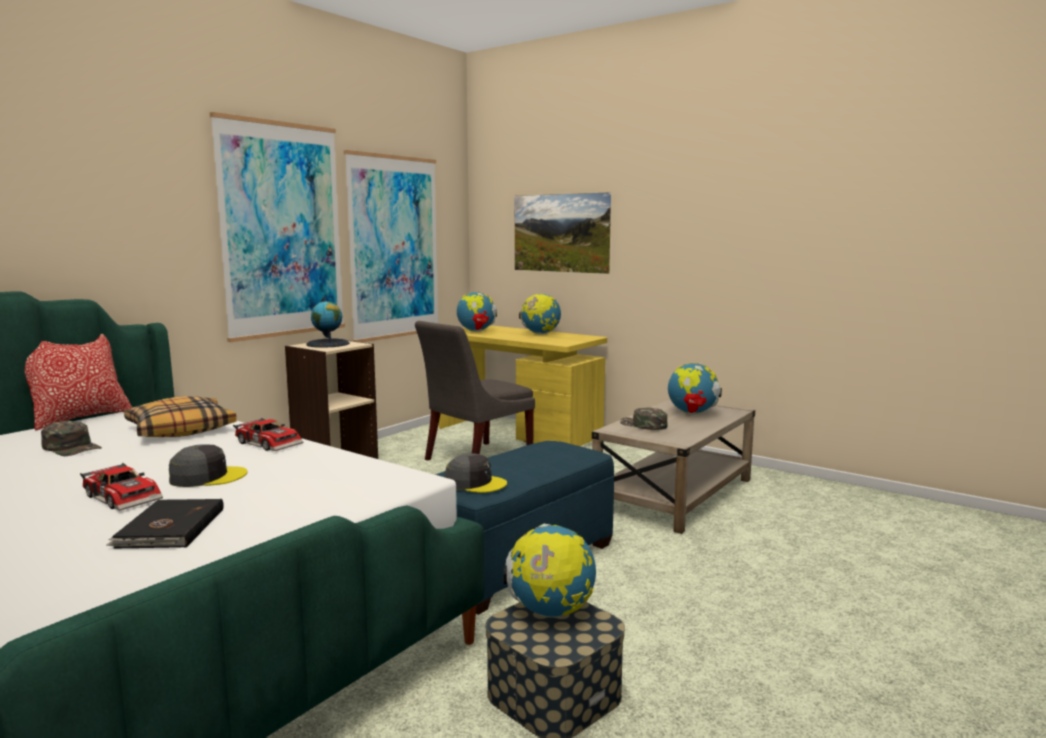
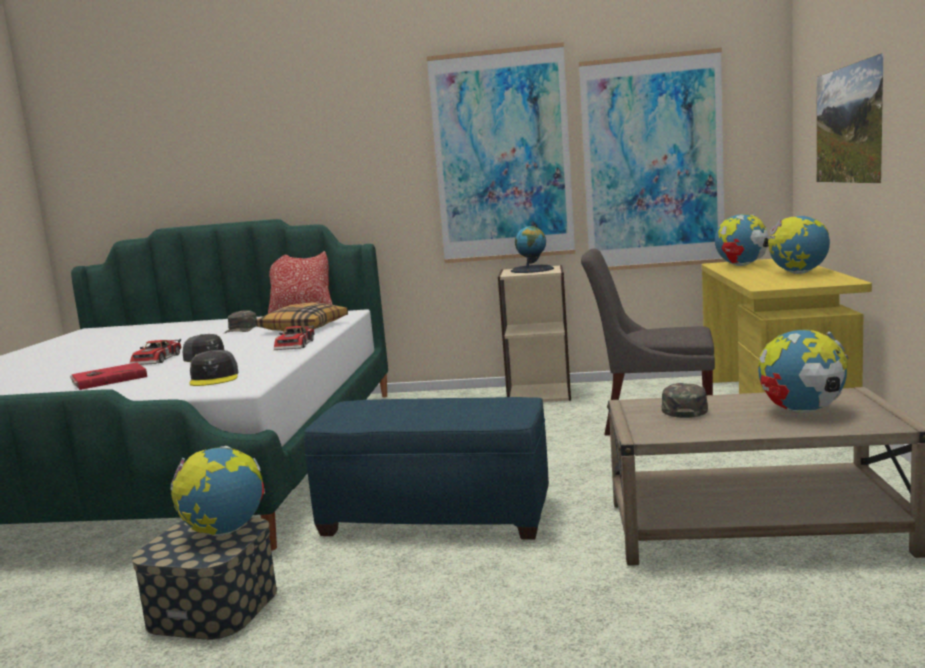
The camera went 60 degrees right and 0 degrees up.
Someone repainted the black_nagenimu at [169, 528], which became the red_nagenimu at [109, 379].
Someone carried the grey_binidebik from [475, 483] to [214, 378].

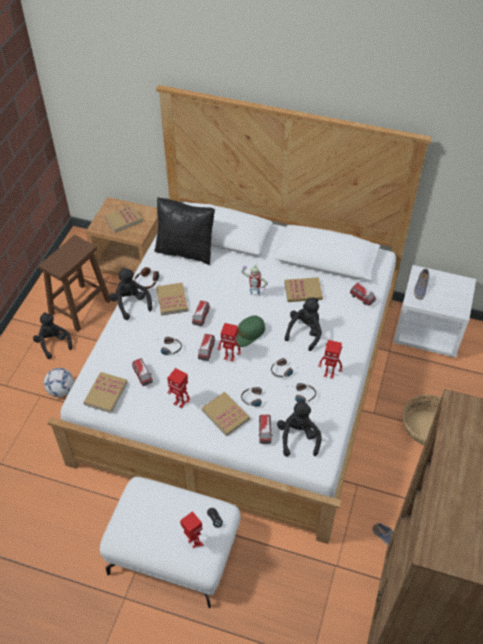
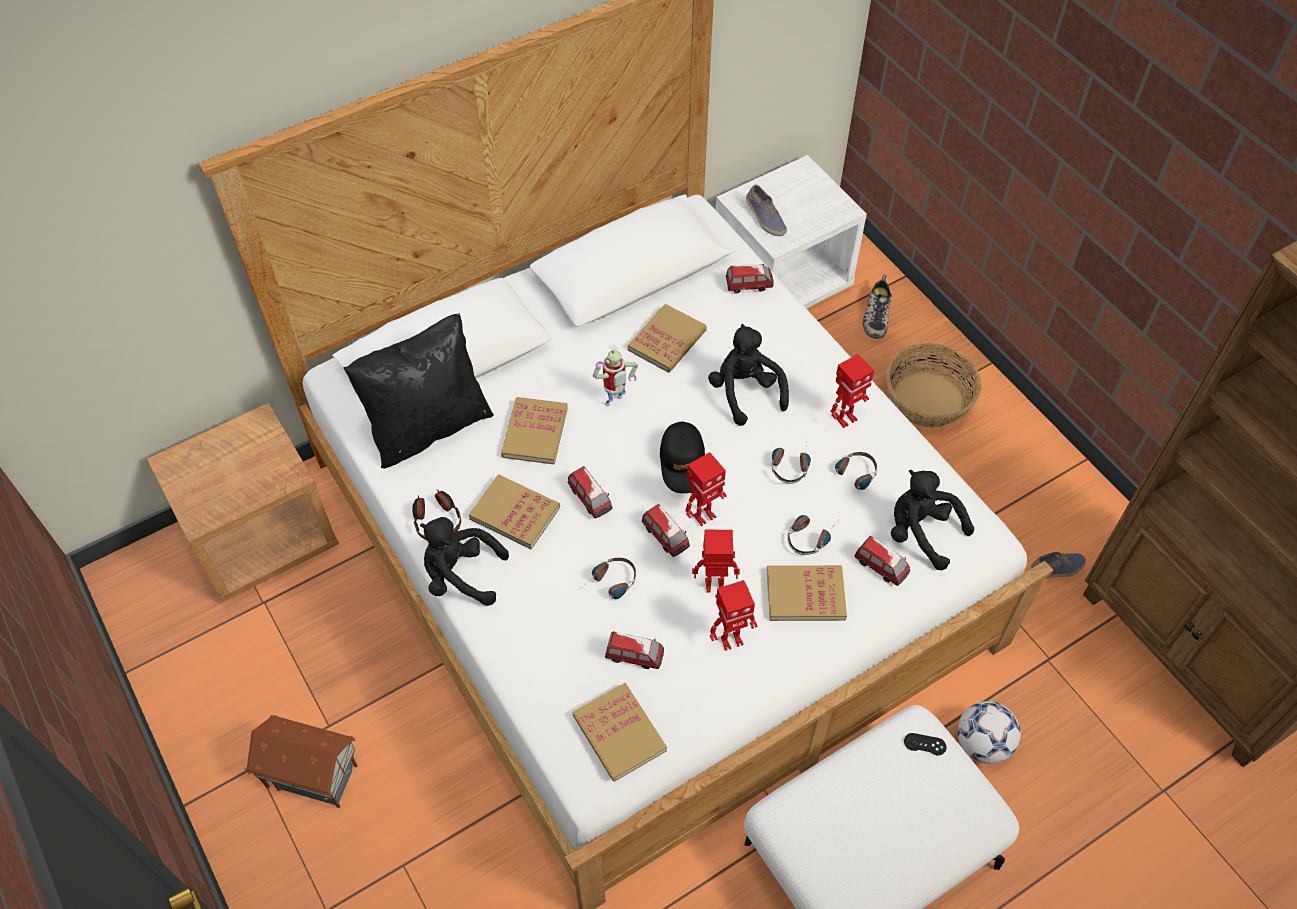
The camera went 50 degrees left and 5 degrees up.
Someone swapped the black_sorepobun at [53, 343] for the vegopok at [312, 772].
Someone took away the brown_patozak at [80, 306].
Someone carried the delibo from [61, 390] to [982, 743].
Someone carried the nagenimu from [123, 220] to [535, 432].
Someone carried the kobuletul from [193, 542] to [714, 586].
Someone repainted the green_binidebik at [247, 334], which became the black_binidebik at [682, 462].
Someone put down the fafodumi at [875, 314].

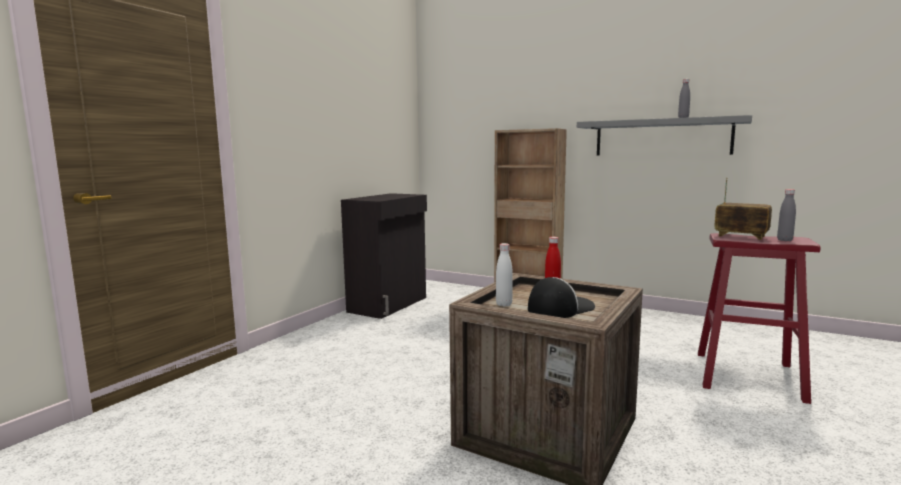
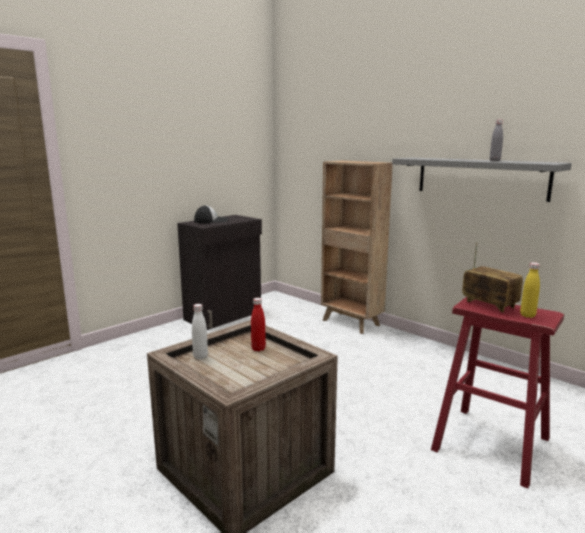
The camera went 15 degrees right and 5 degrees up.
Someone carried the binidebik from [560, 308] to [211, 221].
Someone repainted the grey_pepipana at [784, 240], which became the yellow_pepipana at [527, 315].

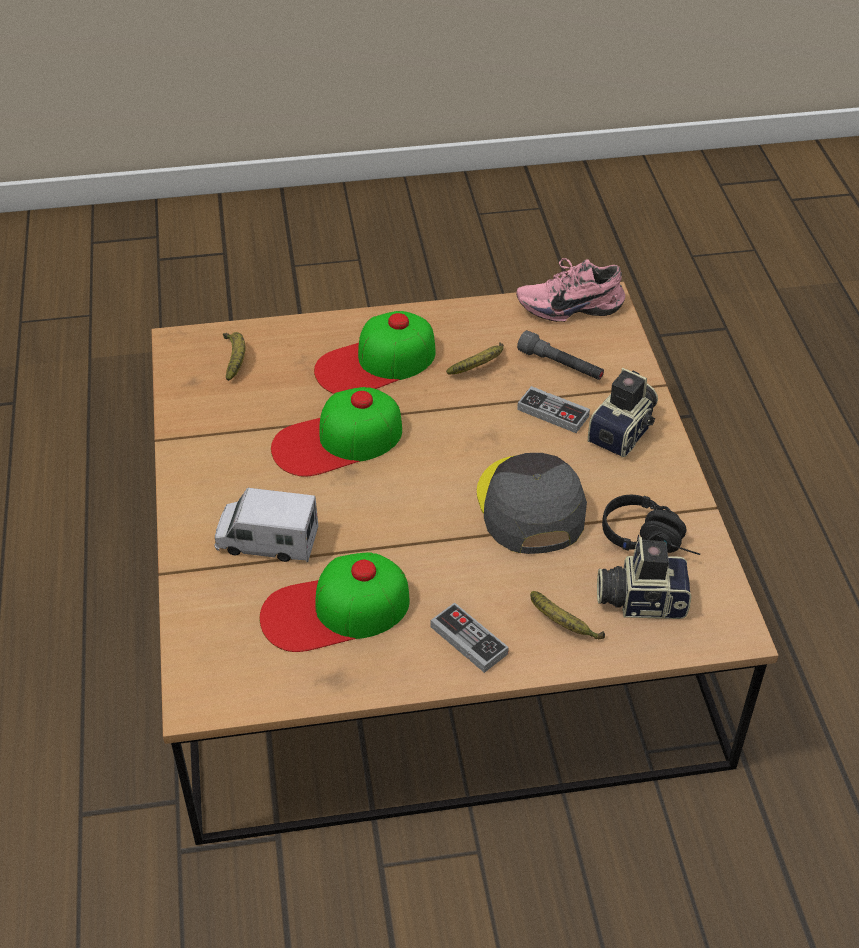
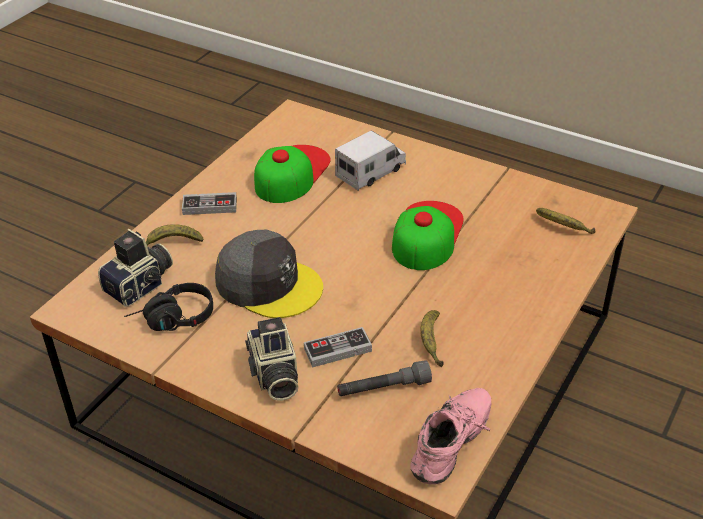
The camera went 130 degrees right and 5 degrees down.
Someone took away the binidebik at [376, 363].

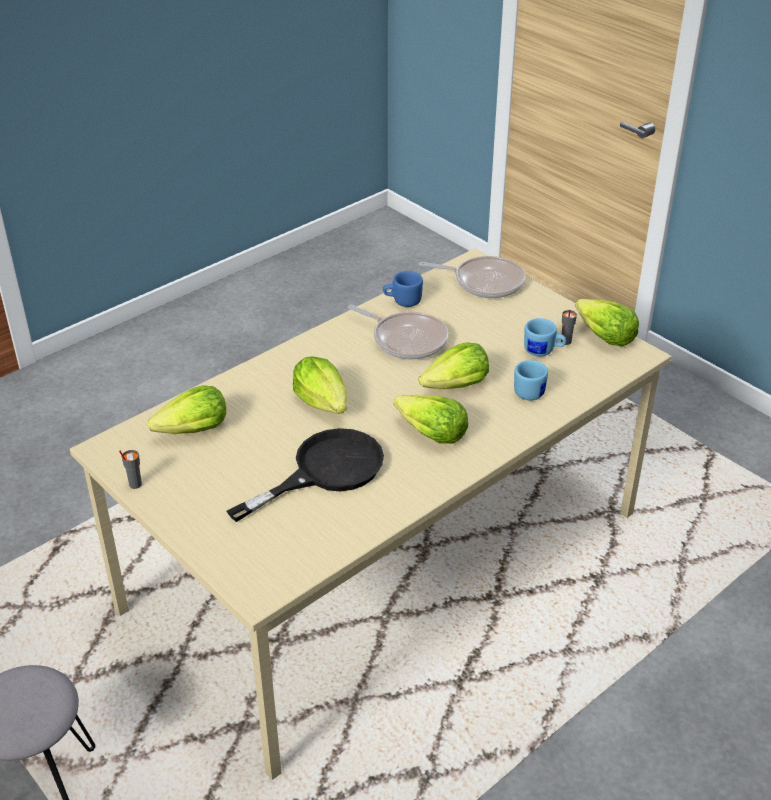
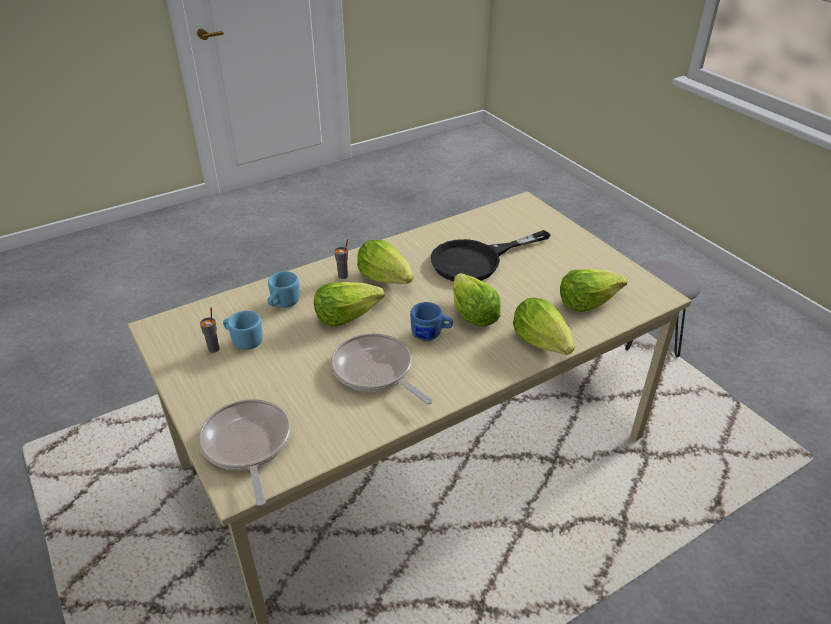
The camera went 170 degrees left and 0 degrees up.
Someone carried the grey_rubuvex from [135, 484] to [343, 276].
Someone carried the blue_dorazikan from [402, 301] to [431, 334].
Someone rotated the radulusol at [484, 282] by 45 degrees clockwise.
Someone carried the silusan from [604, 336] to [542, 341].

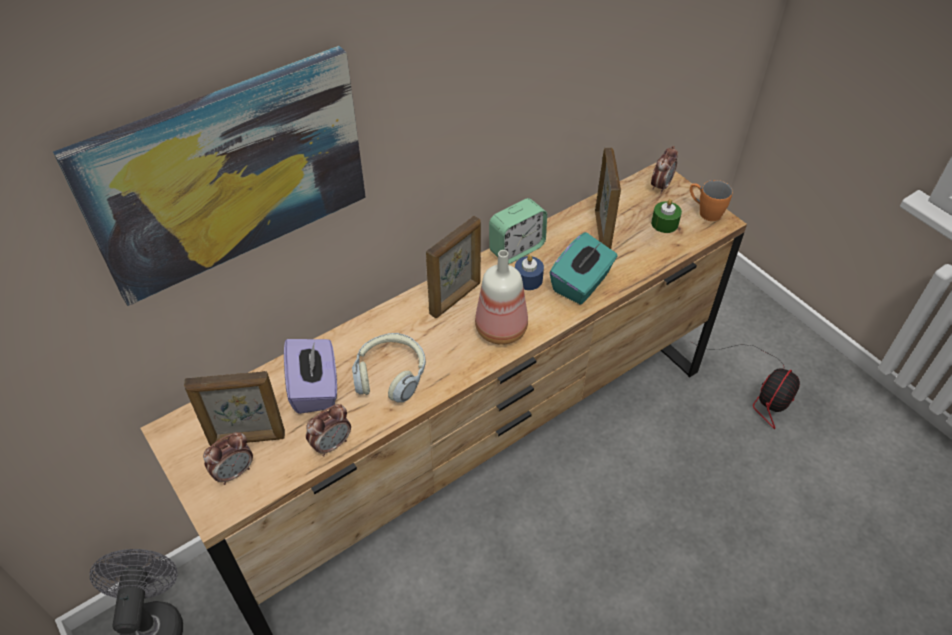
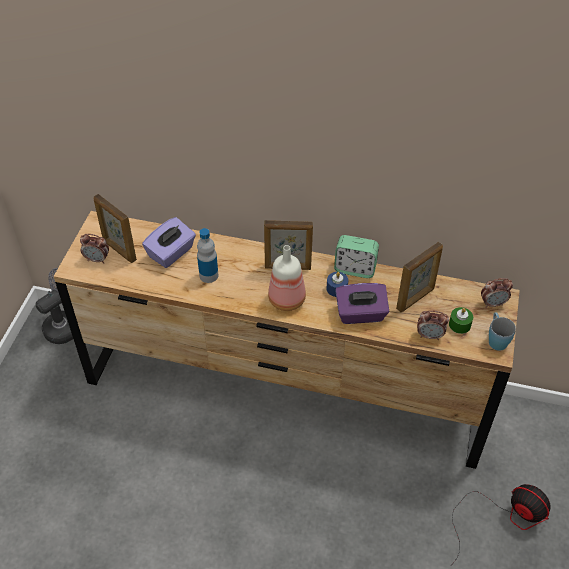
The camera went 50 degrees right and 0 degrees up.
Someone took away the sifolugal at [228, 174].
Someone carried the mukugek from [332, 444] to [430, 335].
Someone swapped the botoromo at [390, 374] for the pepipana at [208, 275].
Someone repainted the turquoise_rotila at [581, 283], which became the purple_rotila at [360, 314].
Someone repainted the orange_dorazikan at [704, 212], which became the blue_dorazikan at [496, 339].
Someone rotated the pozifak at [761, 389] by 135 degrees counterclockwise.

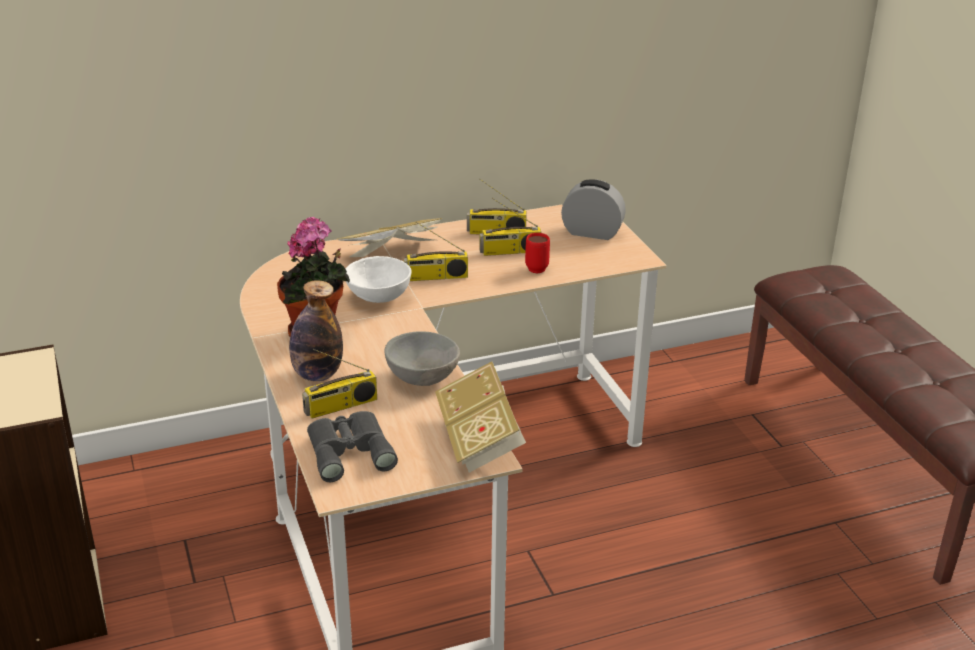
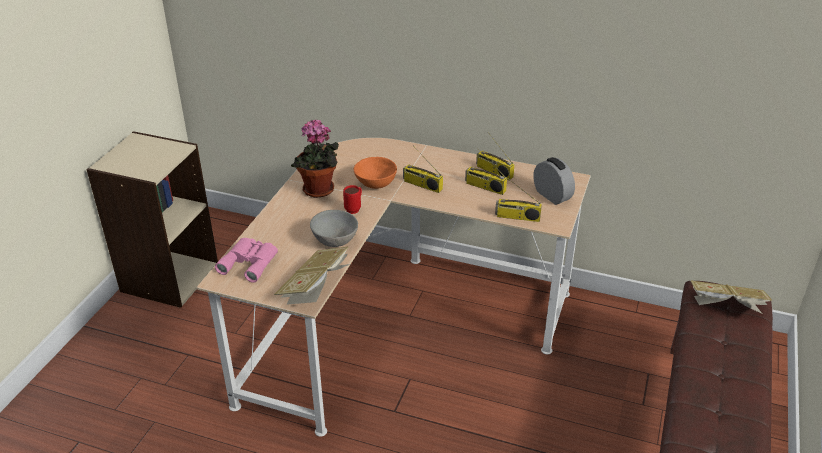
The camera went 40 degrees right and 5 degrees up.
Someone took away the pepipana at [317, 374].
Someone carried the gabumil from [340, 406] to [517, 217].
Someone repainted the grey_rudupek at [349, 450], which became the pink_rudupek at [250, 262].
Someone carried the nagenimu from [391, 256] to [725, 308].
Someone repainted the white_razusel at [378, 298], which became the orange_razusel at [375, 184].
Someone carried the red_dorazikan from [536, 267] to [354, 209].

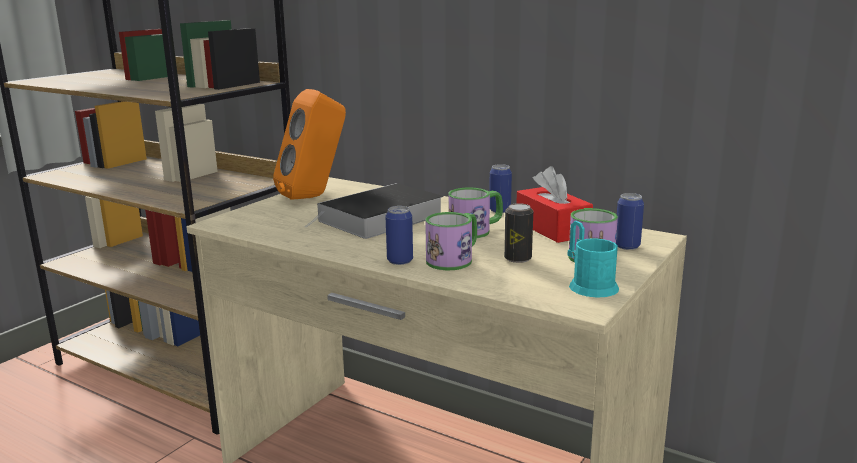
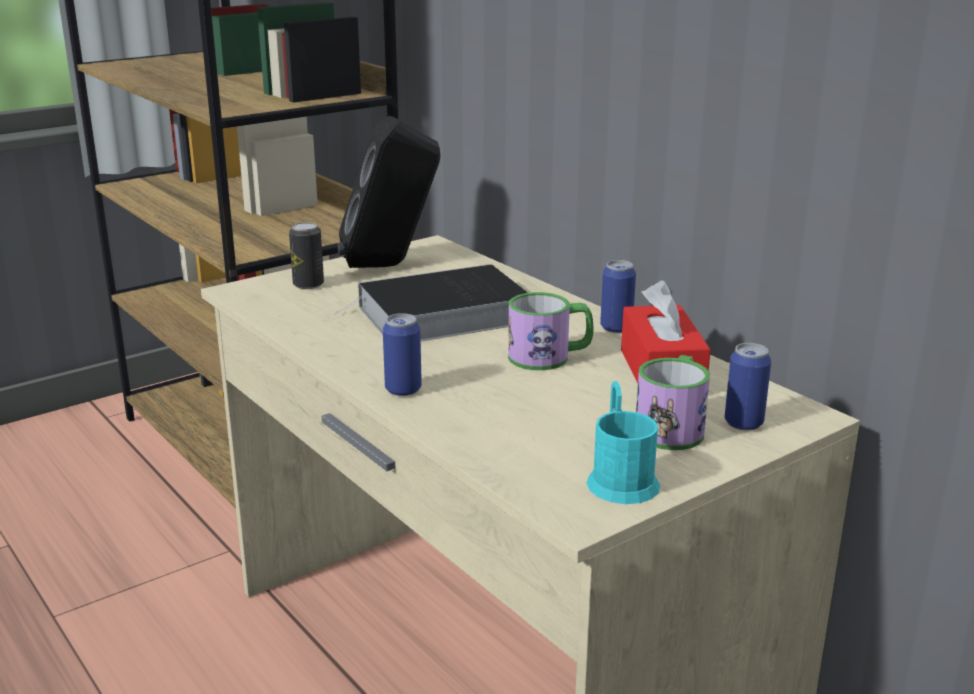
The camera went 20 degrees right and 5 degrees up.
Someone repainted the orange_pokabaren at [315, 196], which became the black_pokabaren at [390, 265].
Someone took away the dorazikan at [454, 259].
Someone carried the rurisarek from [517, 258] to [308, 284].

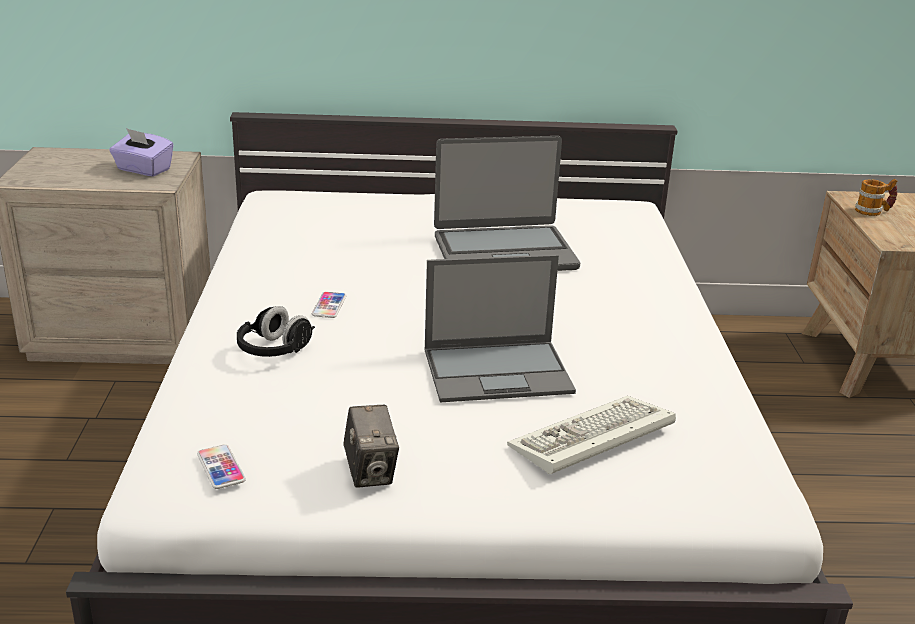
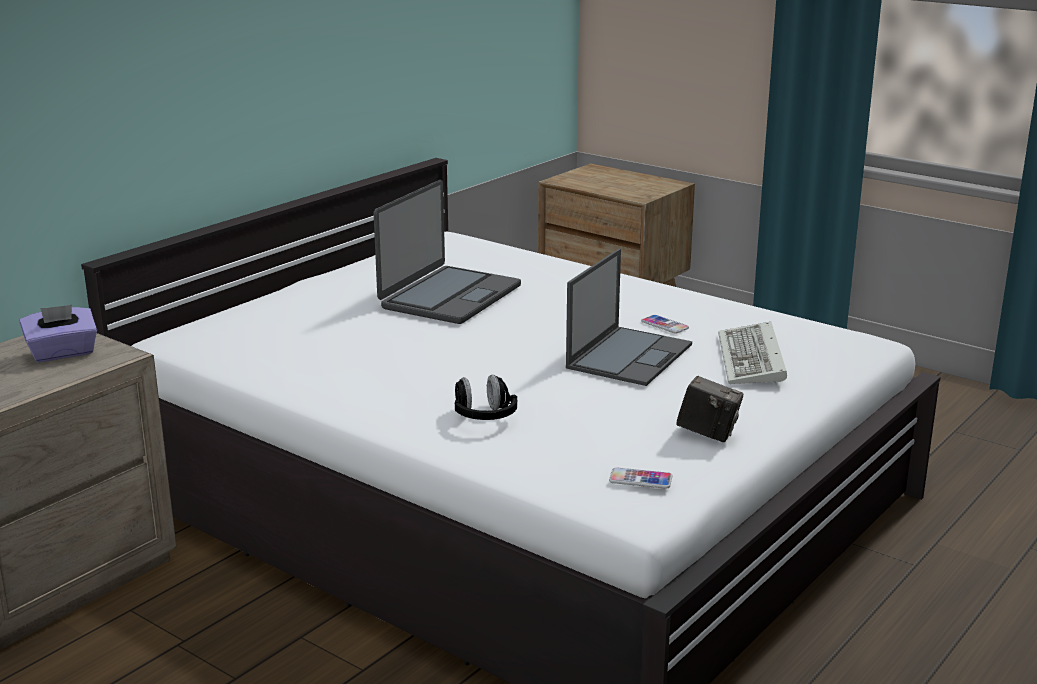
The camera went 50 degrees left and 5 degrees down.
Someone carried the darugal from [329, 306] to [664, 325].
Someone took away the dorazikan at [873, 211].

